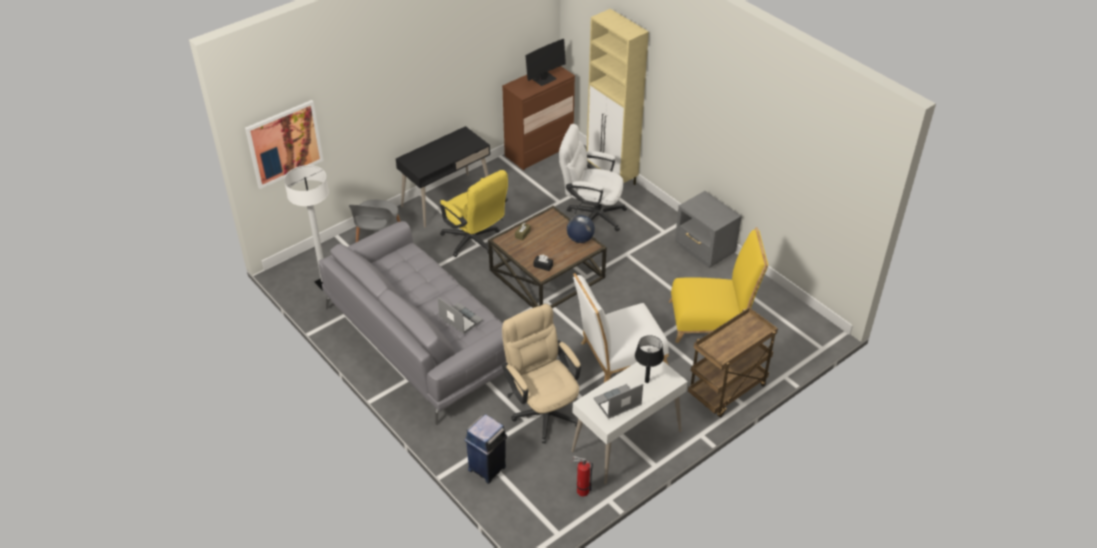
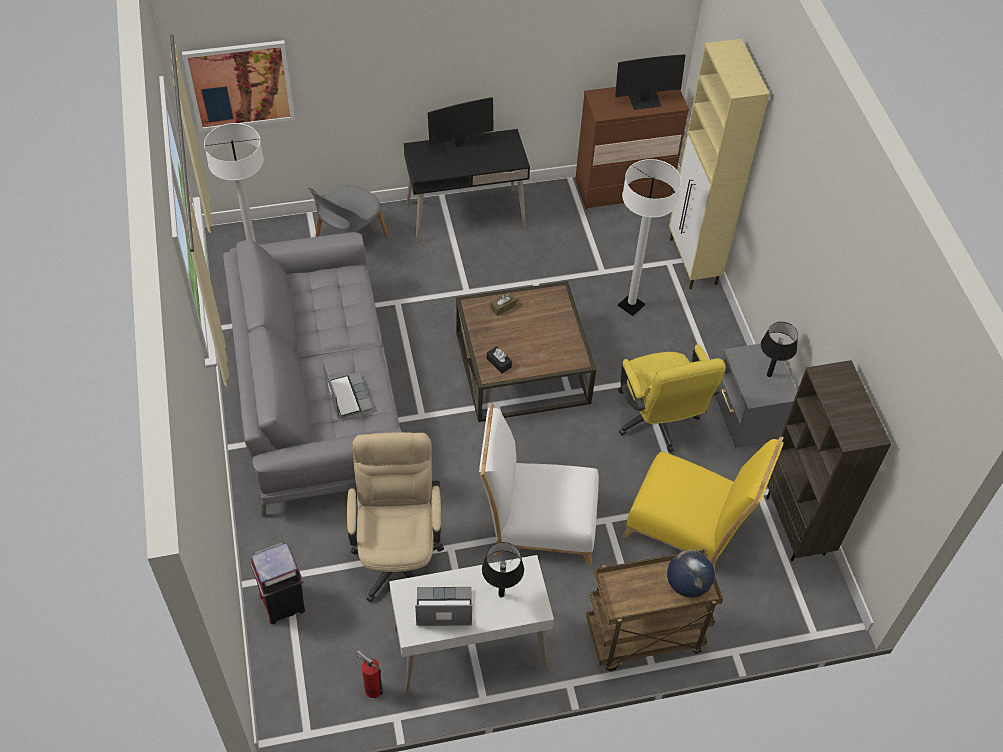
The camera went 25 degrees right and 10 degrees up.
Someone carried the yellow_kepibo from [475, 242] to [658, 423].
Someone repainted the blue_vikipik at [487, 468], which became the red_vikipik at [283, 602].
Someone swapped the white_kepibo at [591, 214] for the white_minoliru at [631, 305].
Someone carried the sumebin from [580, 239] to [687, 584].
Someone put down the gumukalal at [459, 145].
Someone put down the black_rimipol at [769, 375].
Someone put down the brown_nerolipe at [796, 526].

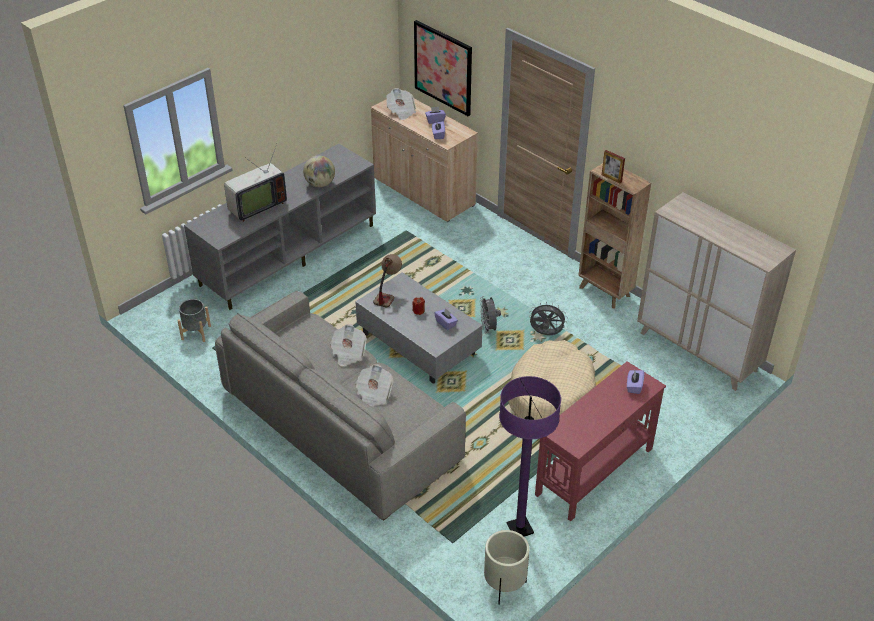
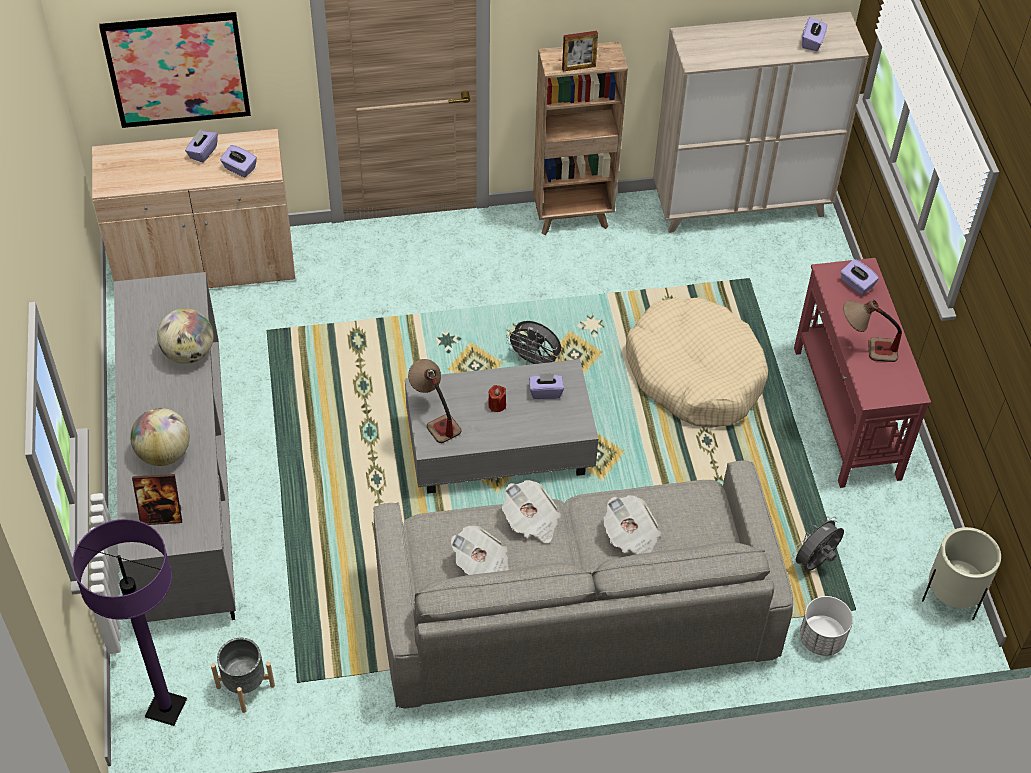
The camera went 55 degrees left and 10 degrees up.
Someone swapped the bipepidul at [255, 206] for the sumebin at [164, 453].
Someone carried the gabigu from [401, 111] to [482, 565].
Someone carried the purple_minoliru from [520, 528] to [166, 708].
Someone carried the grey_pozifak from [546, 334] to [814, 563].
Someone put down the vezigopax at [161, 516].
Someone put down the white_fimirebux at [821, 639].
Someone put down the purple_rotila at [812, 42].
Someone put down the rimipol at [865, 349].

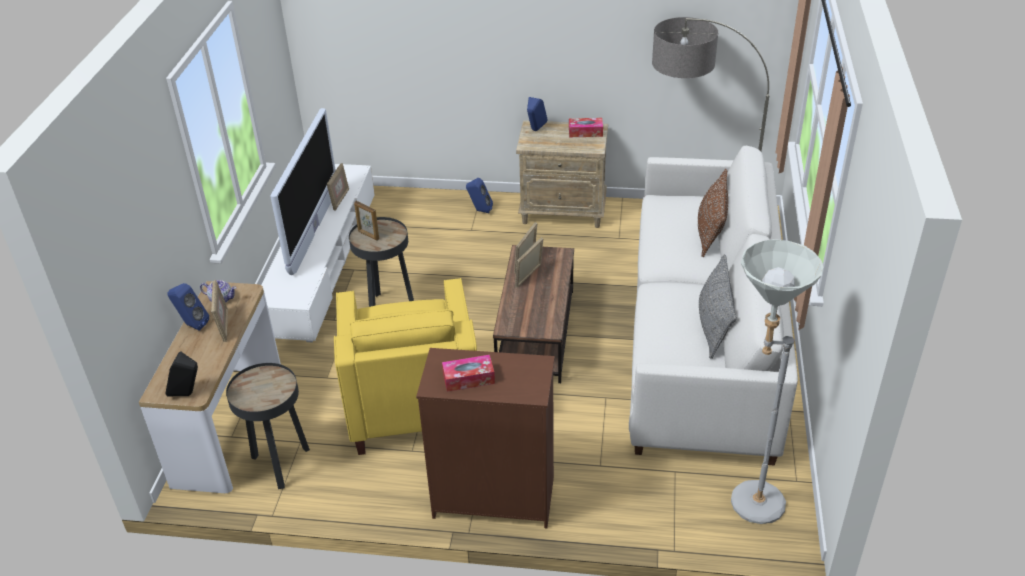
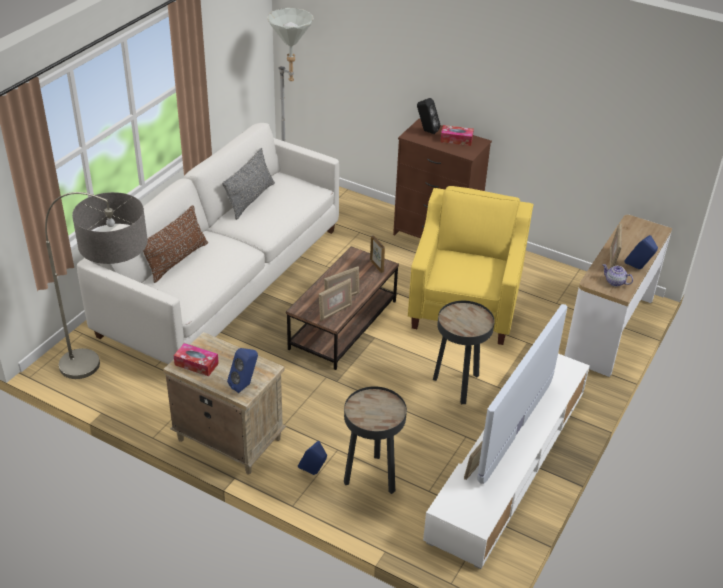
The camera went 160 degrees left and 0 degrees up.
Someone carried the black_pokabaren from [188, 394] to [426, 131].
Someone carried the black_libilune from [281, 464] to [371, 478].
Someone carried the vezigopax from [368, 235] to [377, 266].

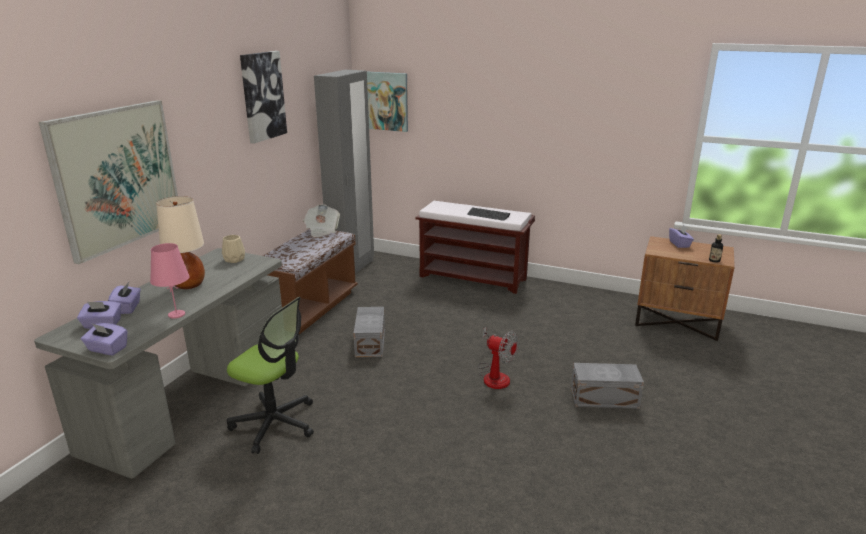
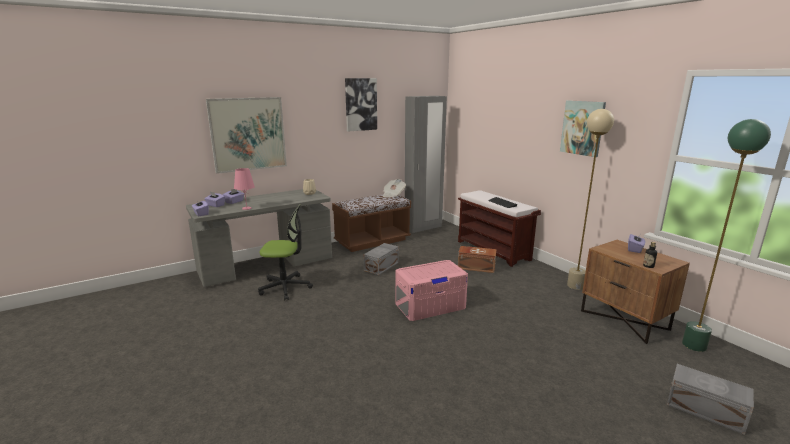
The camera went 35 degrees right and 5 degrees down.
Someone took away the beige_rimipol at [188, 285].
Someone rotated the kepibo at [275, 424] by 60 degrees counterclockwise.
Someone carried the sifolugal from [387, 101] to [582, 128].
Someone swapped the pozifak at [494, 375] for the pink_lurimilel at [430, 305].
Someone carried the grey_lurimilel from [605, 399] to [706, 410].
Someone put down the brown_lurimilel at [475, 267].
Someone put down the beige_minoliru at [575, 286].
Someone put down the green_minoliru at [694, 345].

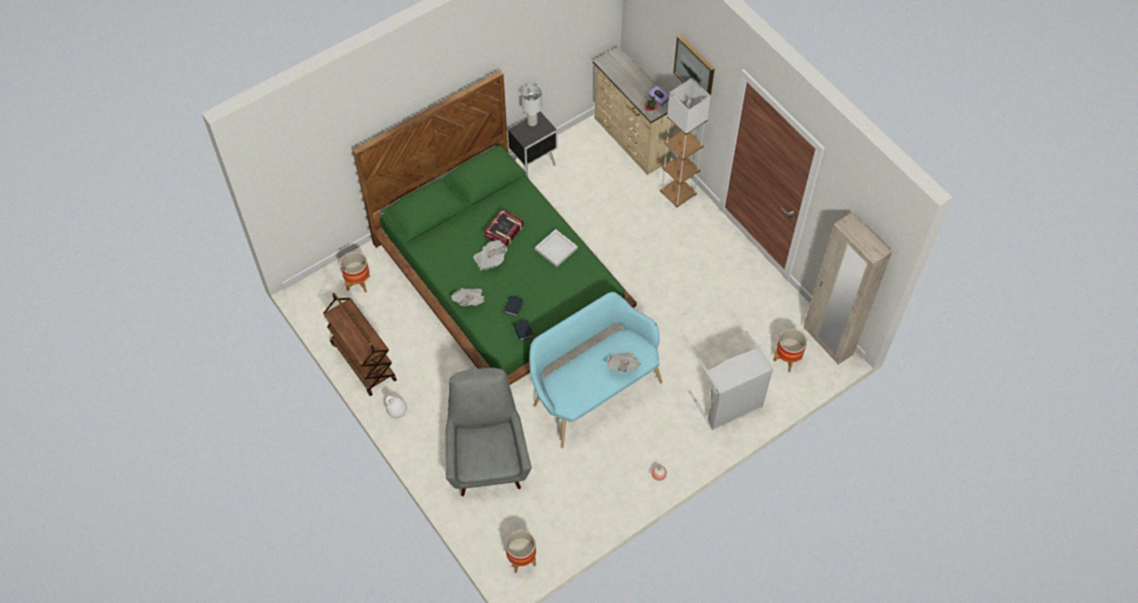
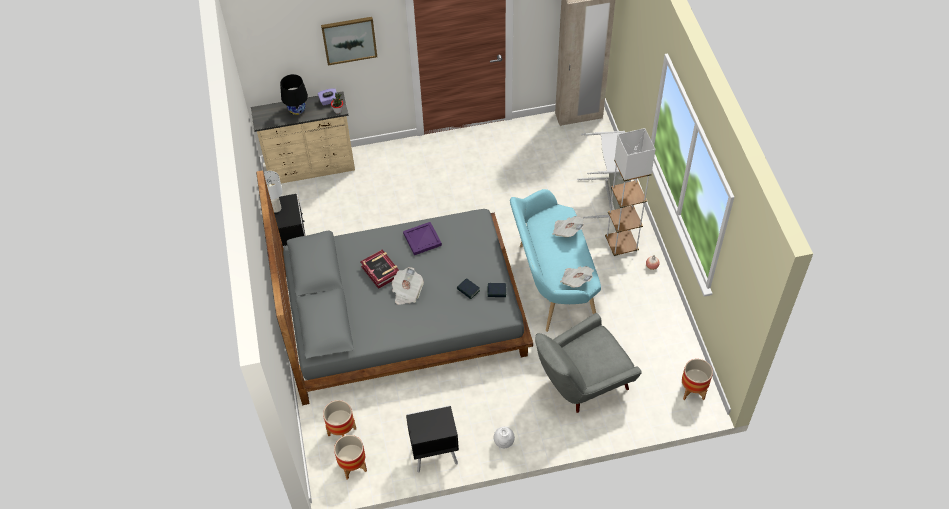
The camera went 65 degrees left and 5 degrees down.
Someone swapped the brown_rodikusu at [363, 361] for the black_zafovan at [433, 455].
Someone repainted the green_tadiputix at [502, 279], which became the grey_tadiputix at [403, 311].
Someone rotated the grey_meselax at [487, 456] by 45 degrees counterclockwise.
Someone carried the gabigu from [470, 301] to [576, 281].
Someone repainted the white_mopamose at [556, 249], which became the purple_mopamose at [423, 239].
Someone carried the white_minoliru from [677, 194] to [621, 245].
Someone carried the fimirebux from [787, 359] to [353, 466].
Someone put down the black_rimipol at [297, 109].

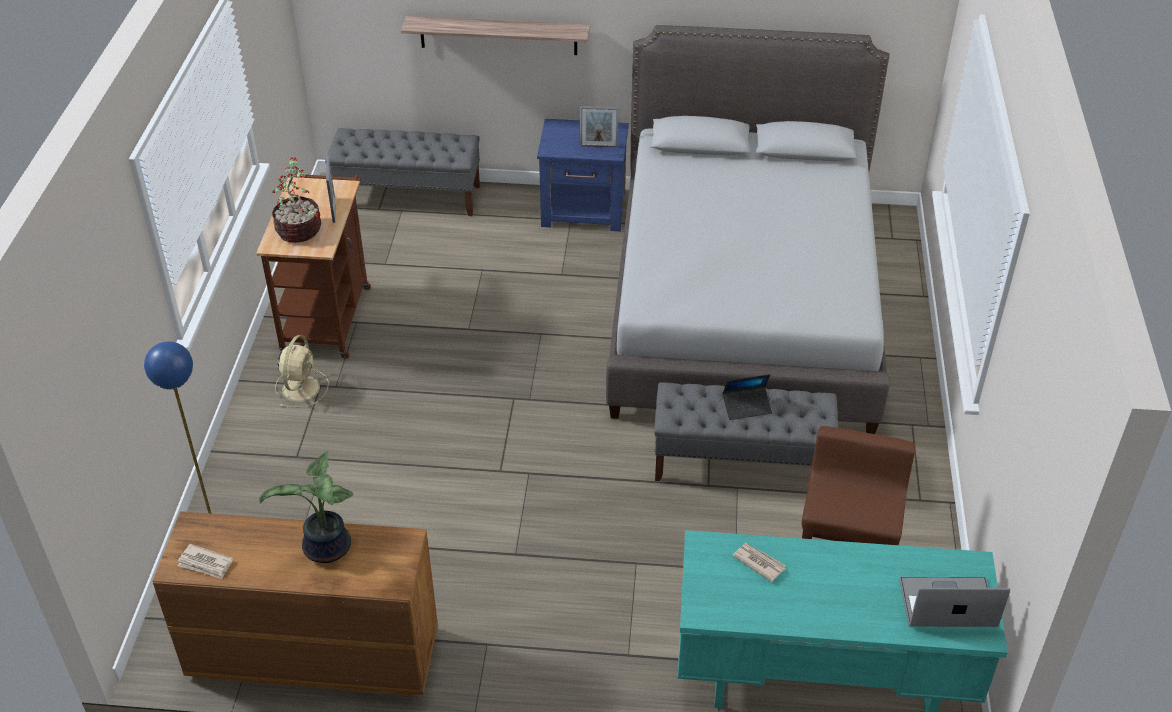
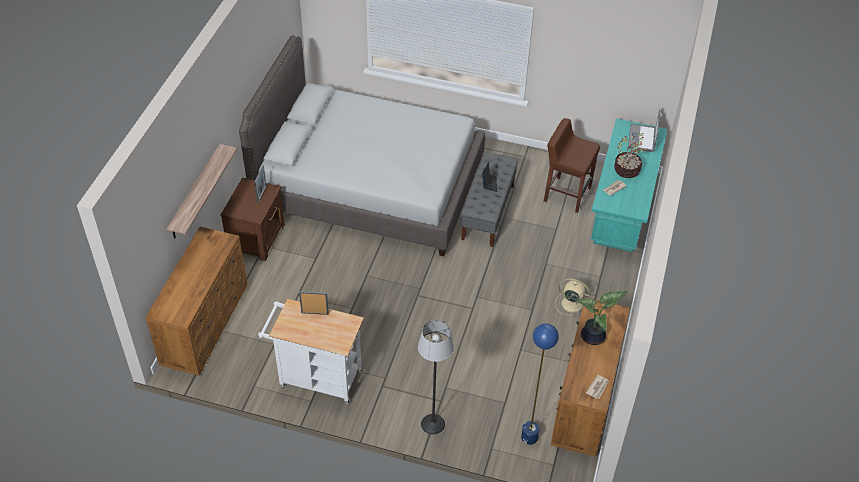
The camera went 80 degrees left and 5 degrees up.
Someone repainted the brown_rodikusu at [328, 315], which became the white_rodikusu at [316, 378].
Someone carried the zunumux from [300, 231] to [627, 170].
Someone carried the beige_pozifak from [301, 387] to [570, 303].
Someone swapped the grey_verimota at [408, 197] for the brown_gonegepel at [205, 324].
Someone repainted the blue_zafovan at [584, 210], which became the brown_zafovan at [257, 238].
Someone put down the minoliru at [432, 424].

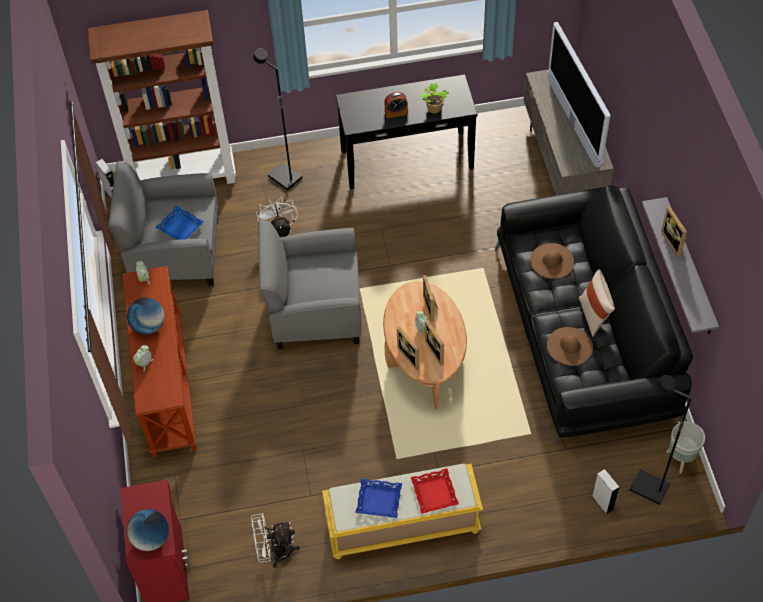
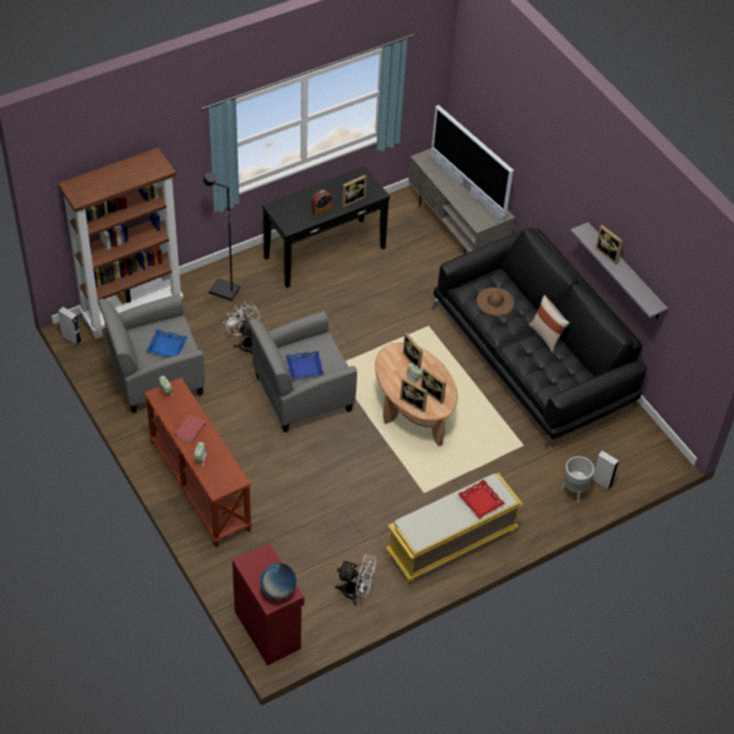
The camera went 25 degrees left and 5 degrees down.
Someone swapped the sumebin at [148, 326] for the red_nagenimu at [189, 429].
Someone rotated the white_pozifak at [275, 552] by 135 degrees counterclockwise.
Someone carried the blue_mopamose from [378, 500] to [304, 367].
Someone swapped the zunumux at [433, 109] for the vezigopax at [352, 199].
Someone took away the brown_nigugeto at [569, 346].
Someone took away the black_minoliru at [648, 488].
Someone carried the grey_fimirebux from [680, 459] to [574, 492].

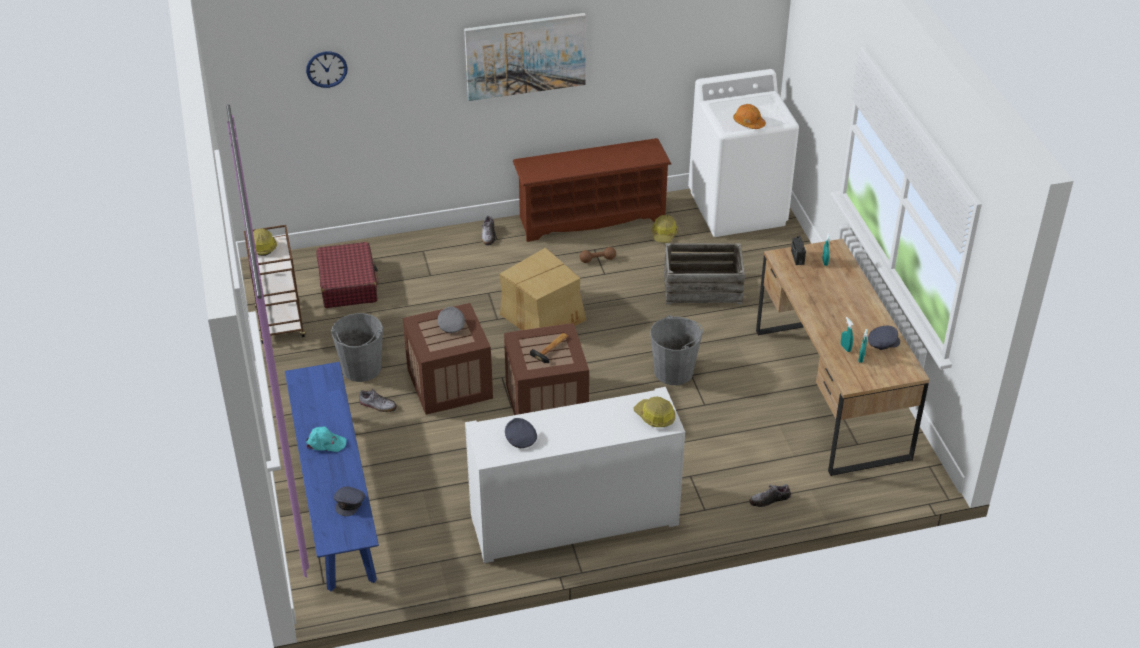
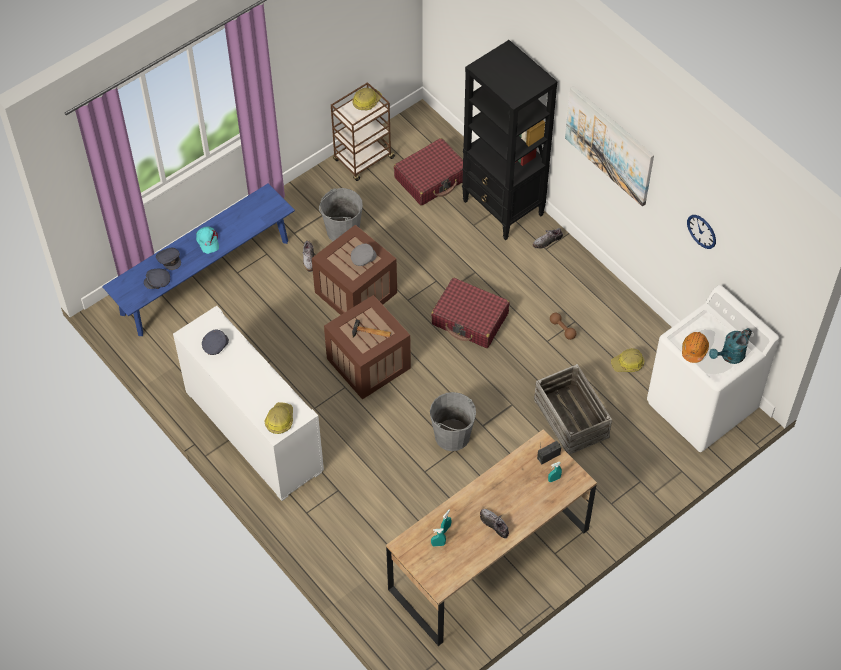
The camera went 65 degrees right and 15 degrees up.
Someone carried the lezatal from [326, 69] to [701, 231].
Someone swapped the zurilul at [543, 314] for the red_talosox at [470, 319].
Someone took away the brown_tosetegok at [591, 217].
Someone carried the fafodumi from [769, 500] to [494, 524].
Someone carried the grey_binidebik from [883, 342] to [169, 260].
Someone put down the black_nerolipe at [503, 208].
Someone put down the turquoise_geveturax at [729, 356].

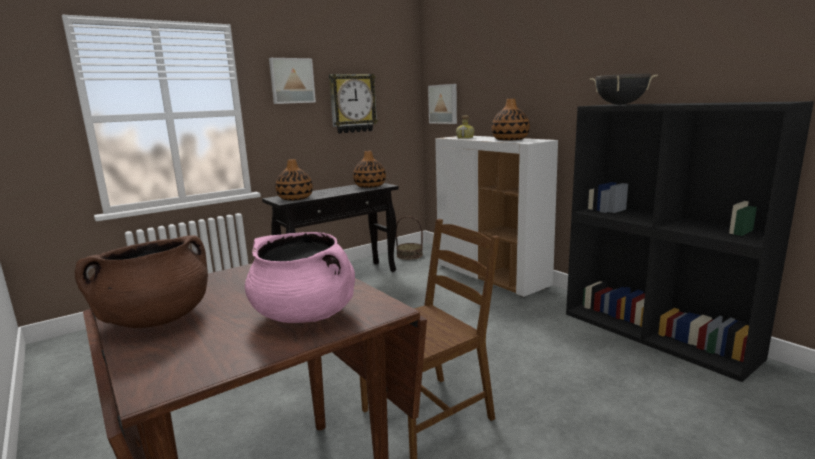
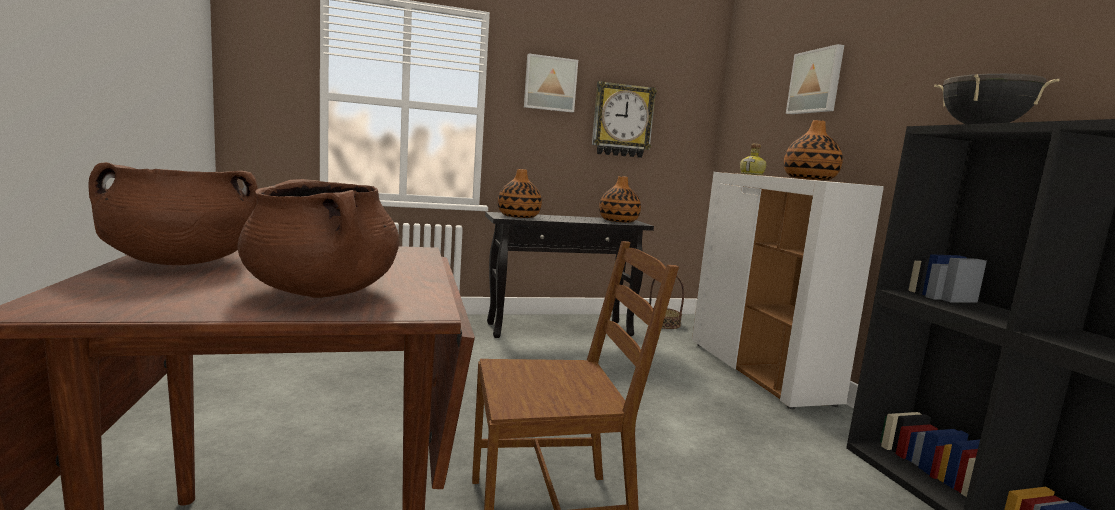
The camera went 20 degrees right and 5 degrees down.
Someone repainted the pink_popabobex at [305, 315], which became the brown_popabobex at [323, 292].
Someone carried the sifolugal from [444, 104] to [816, 81].

